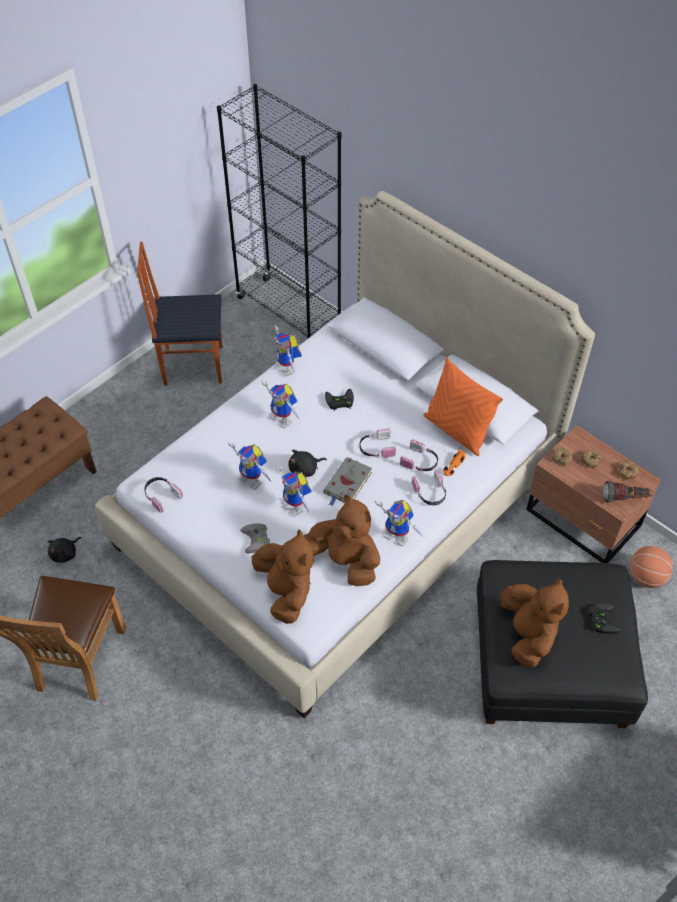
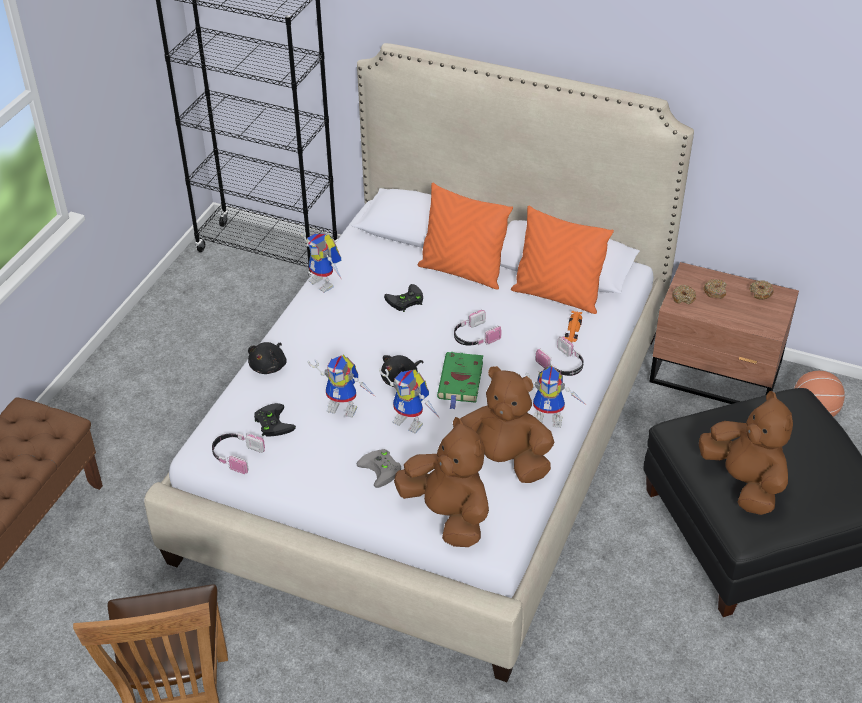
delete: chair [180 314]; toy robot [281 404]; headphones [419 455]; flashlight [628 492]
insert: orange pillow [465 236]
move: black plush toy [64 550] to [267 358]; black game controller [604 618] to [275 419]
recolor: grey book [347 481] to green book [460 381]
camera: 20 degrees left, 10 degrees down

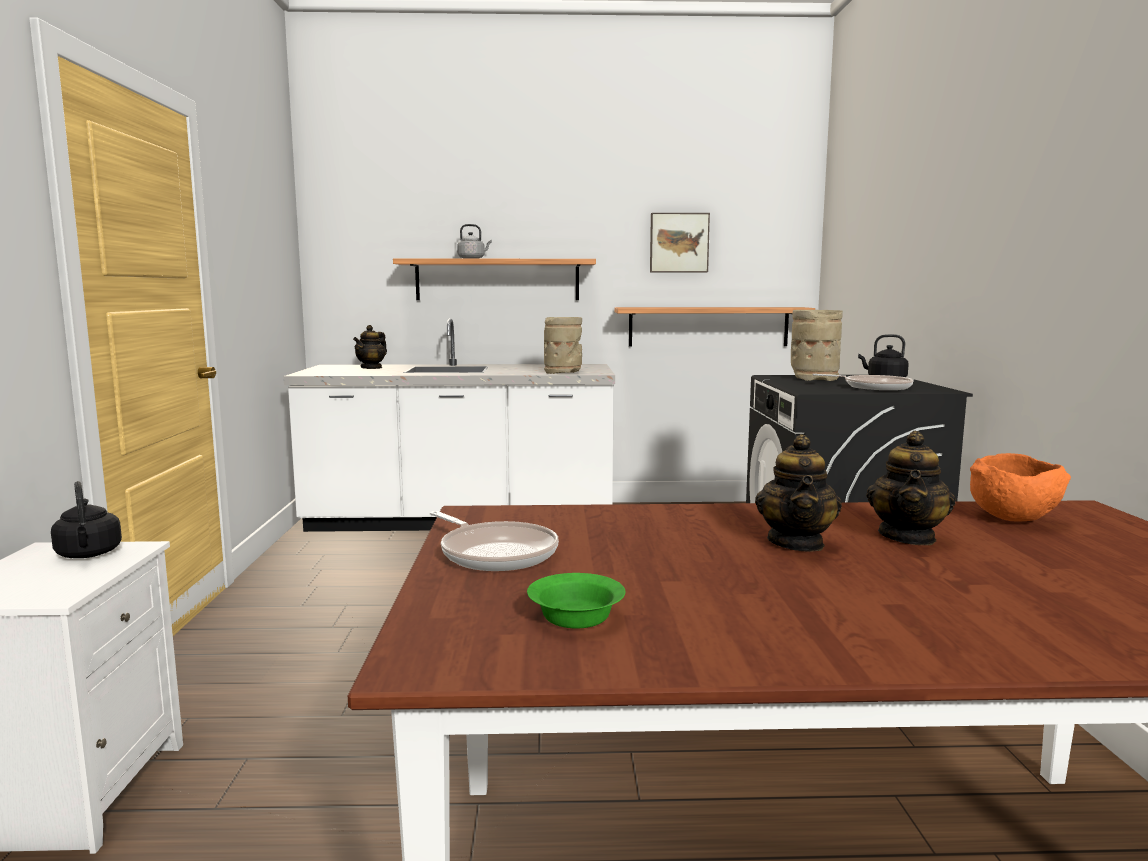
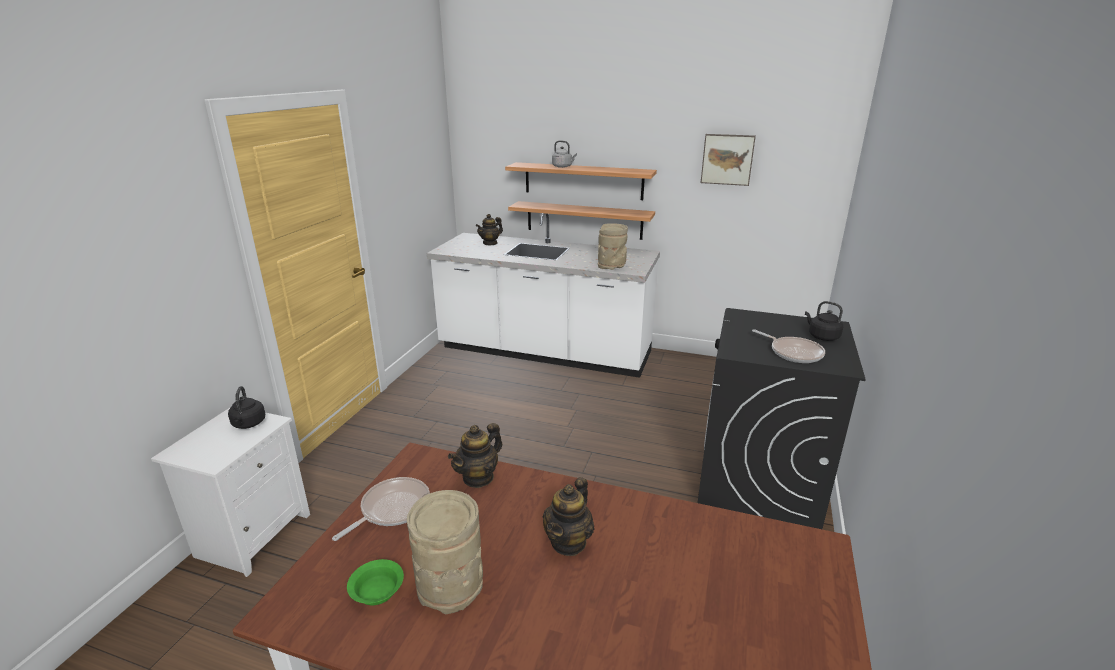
delete: orange bowl [1020 487]
move: shelf [715 327] to [581 220]; beige vase [817 345] to [445 552]; teapot [911 488] to [475 455]
rotate: frying pan [494 541] = [381 509] 120 degrees counterclockwise
camera: 20 degrees right, 15 degrees up

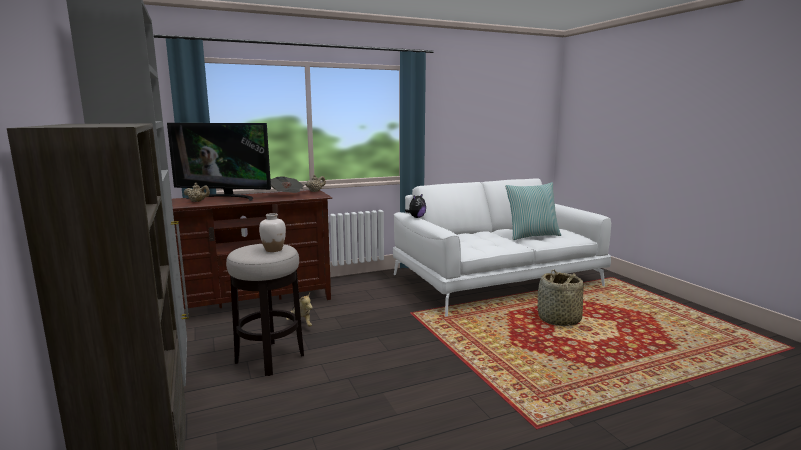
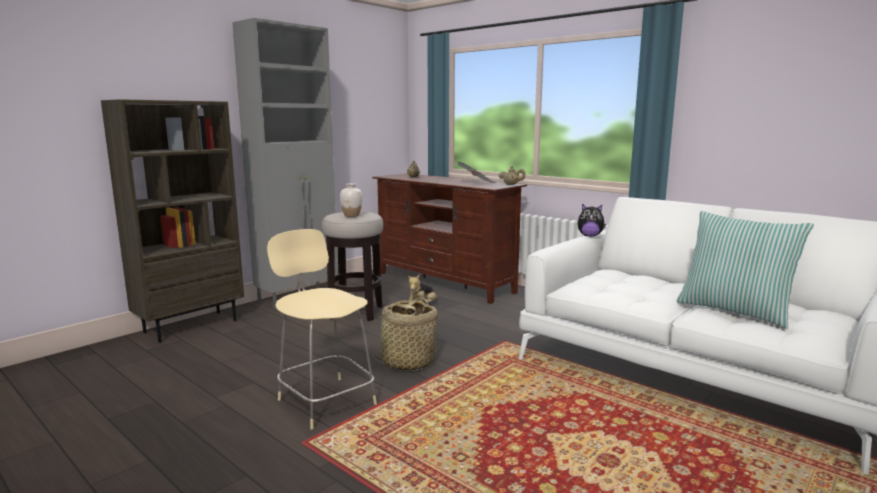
delete: television [219 162]
insert: beige stool [322 329]
move: basket [561 297] to [403 334]
camera: 65 degrees right, 0 degrees up

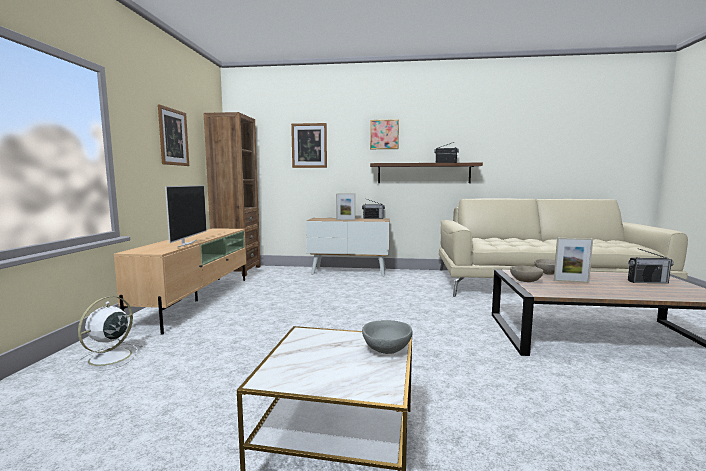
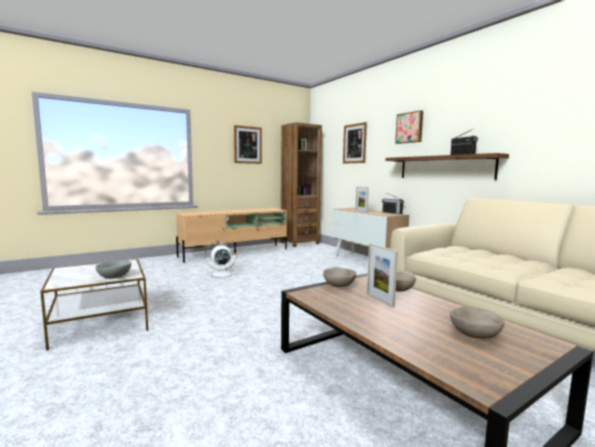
delete: television [186 216]
move: white fan [109 333] to [222 260]
replace: radio [651 265] to beige bowl [477 323]
camera: 50 degrees right, 0 degrees up

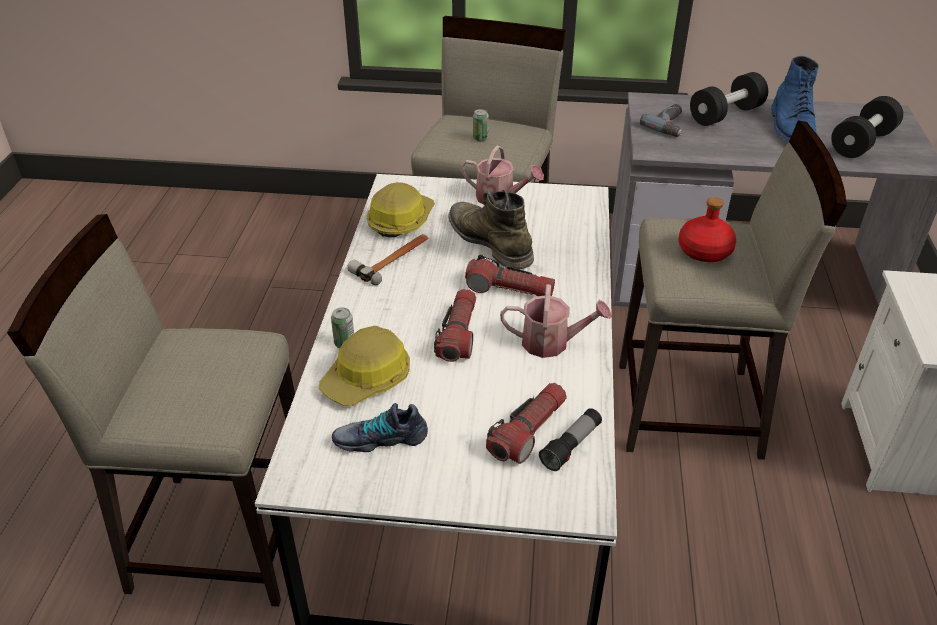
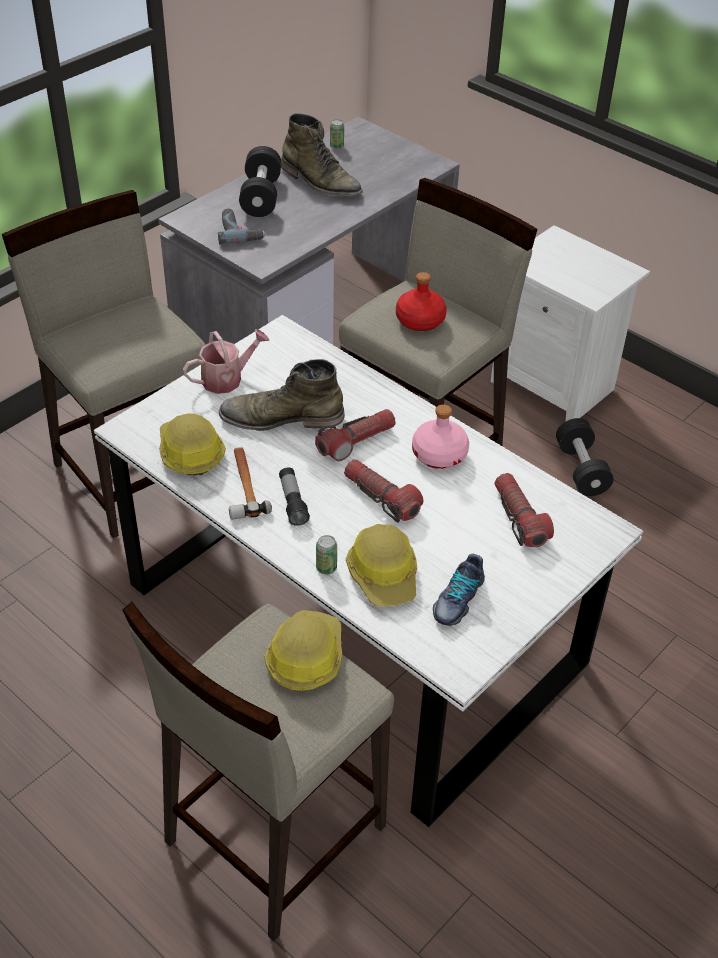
insert: hard hat [303 650]
move: can [481 125] to [337 134]; flashlight [570 439] to [294 496]; black dumbbell [867 127] to [584 457]
replace: watering can [556 321] to pink bottle [440 436]
recolor: blue boot [795 99] to green boot [322 154]
camera: 55 degrees left, 5 degrees up

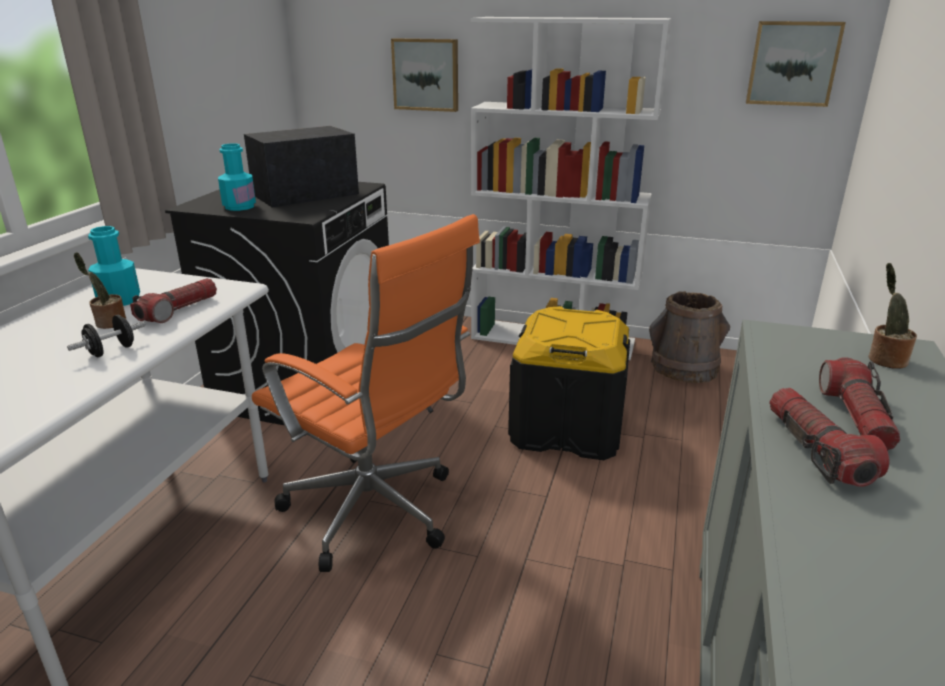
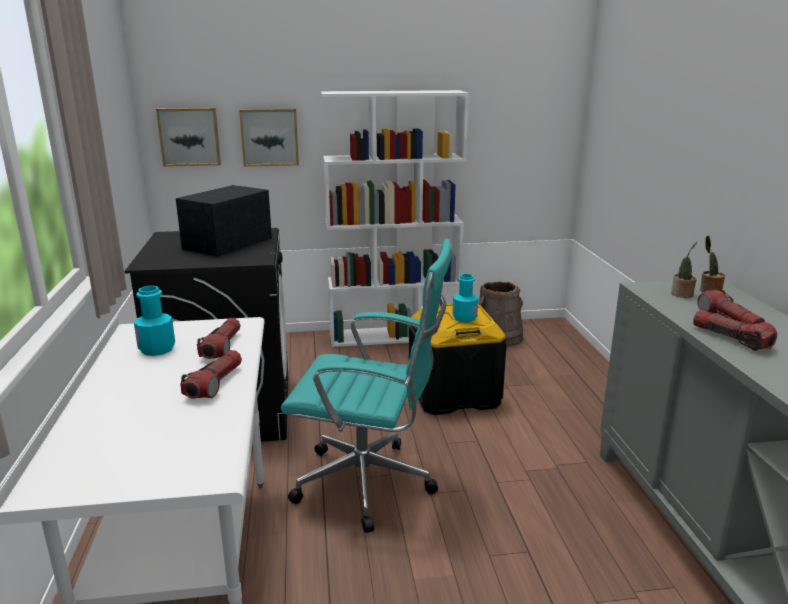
move: potted plant [100 290] to [684 270]; turquoise bottle [237 177] to [465 298]; picture [796 64] to [188 137]
replace: black dumbbell [106 336] to flashlight [211 374]
recolor: orange office chair [366 393] to turquoise office chair [366 385]
camera: 25 degrees left, 5 degrees down

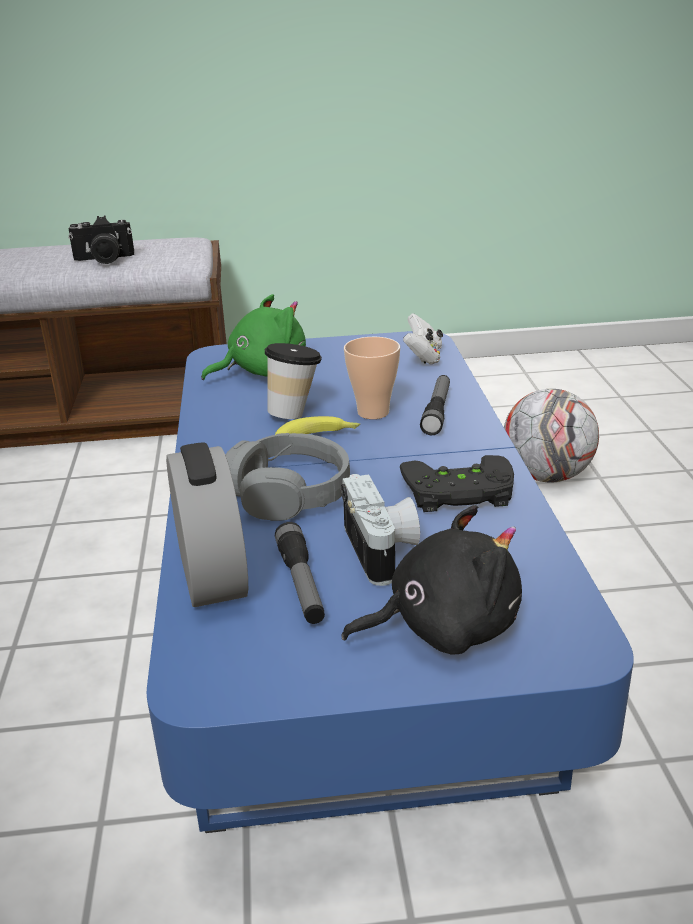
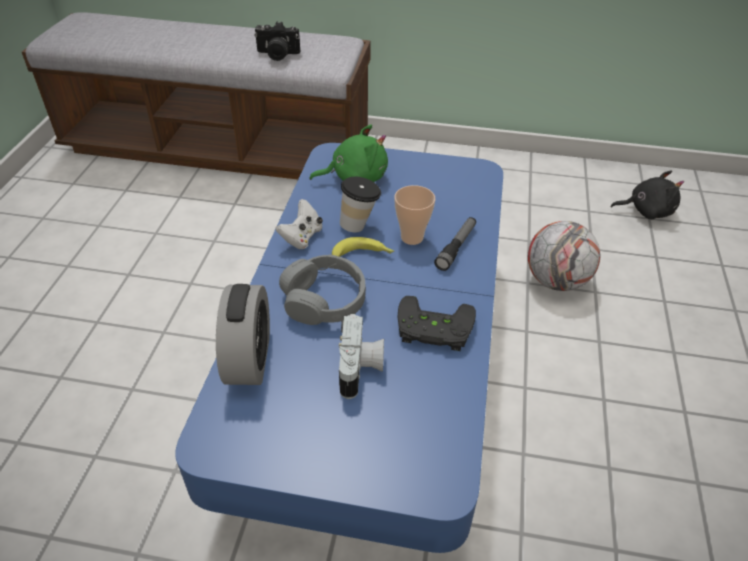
delete: flashlight [300 573]
move: black plush toy [432 579] to [647 195]; white game controller [423 339] to [299 224]
camera: 15 degrees right, 15 degrees up

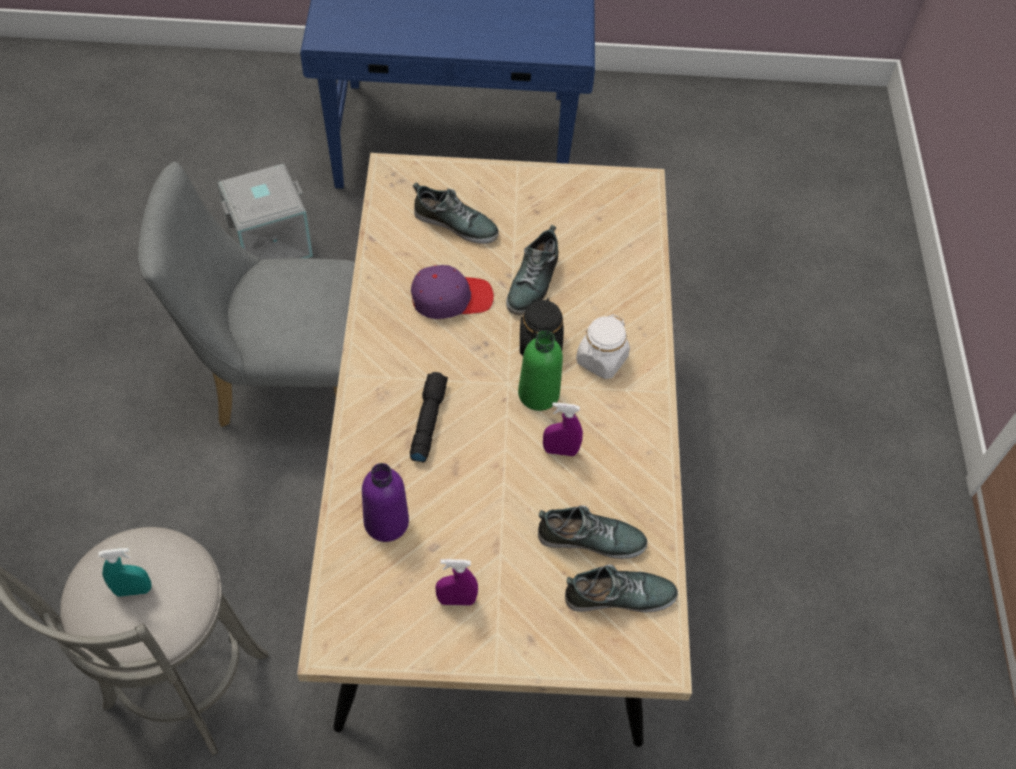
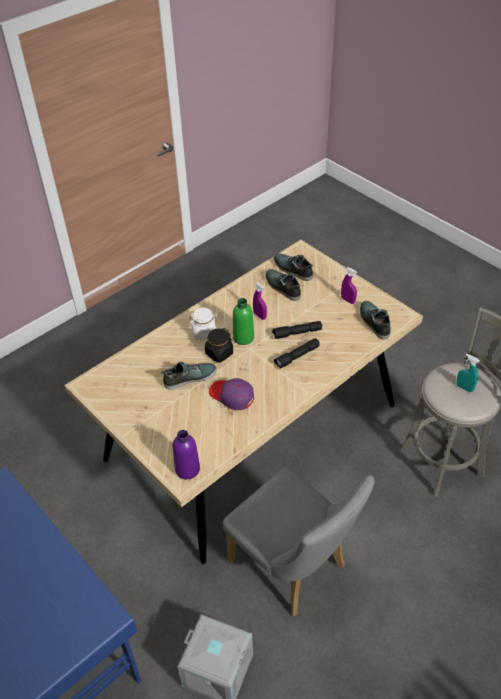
insert: black flashlight [297 330]
move: purple bottle [385 502] to [186 454]; shoe [456 213] to [375 320]
camera: 130 degrees left, 10 degrees down

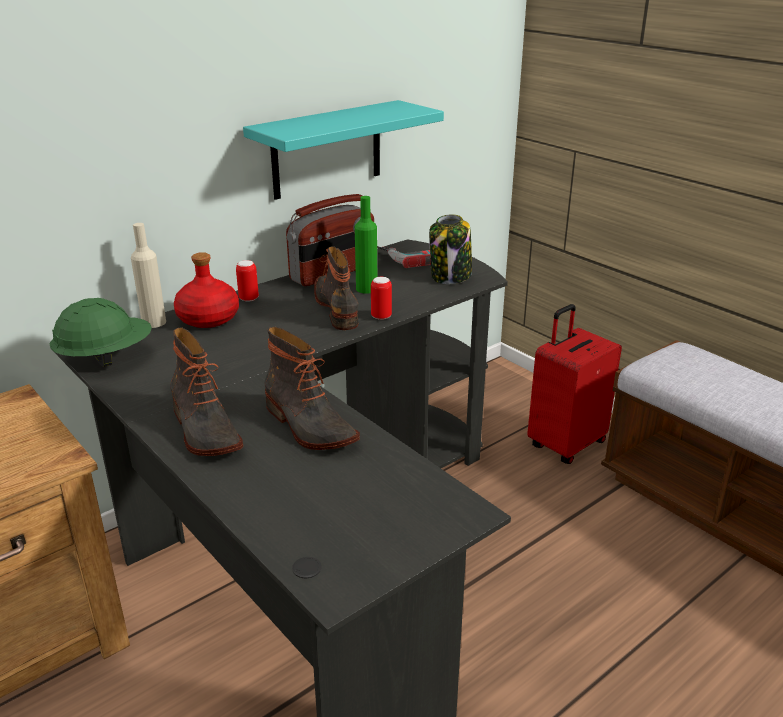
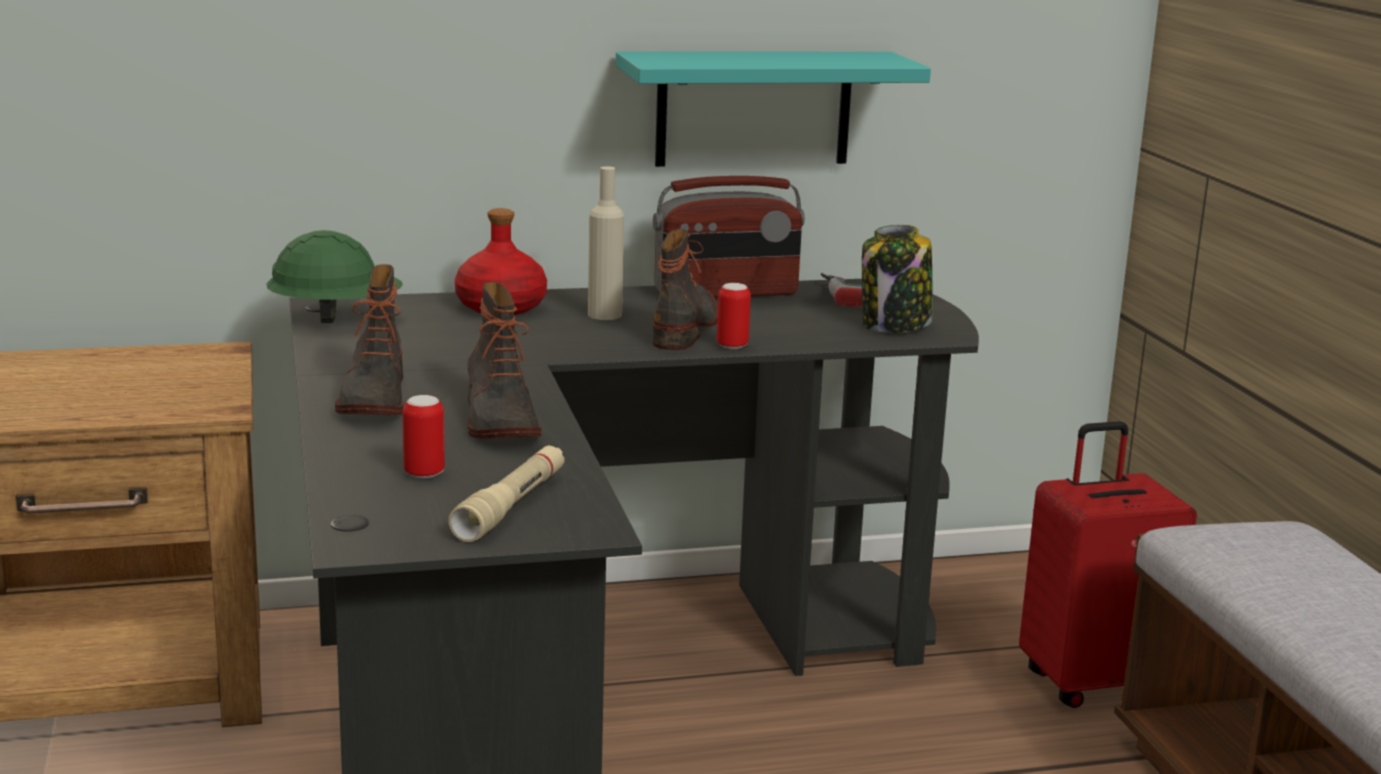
delete: green bottle [366 245]
insert: beige flashlight [506 493]
move: beige bottle [148 275] to [606 243]; can [247 281] to [423 437]
camera: 25 degrees right, 10 degrees down

